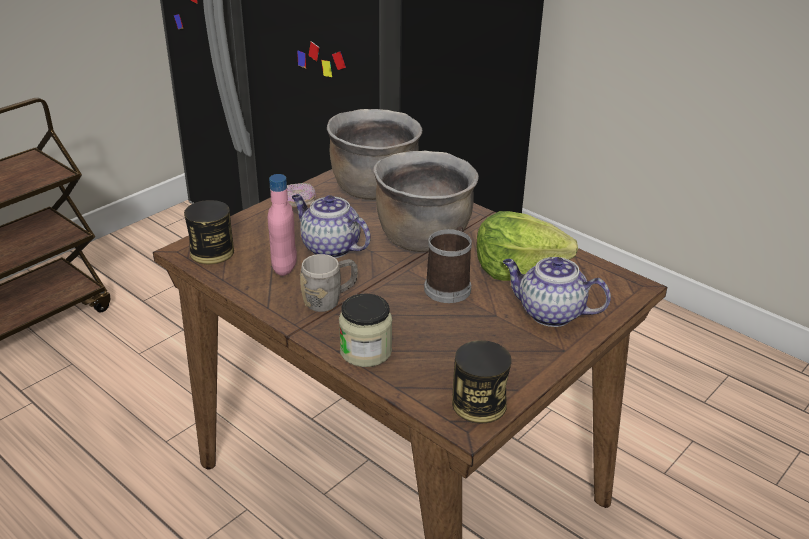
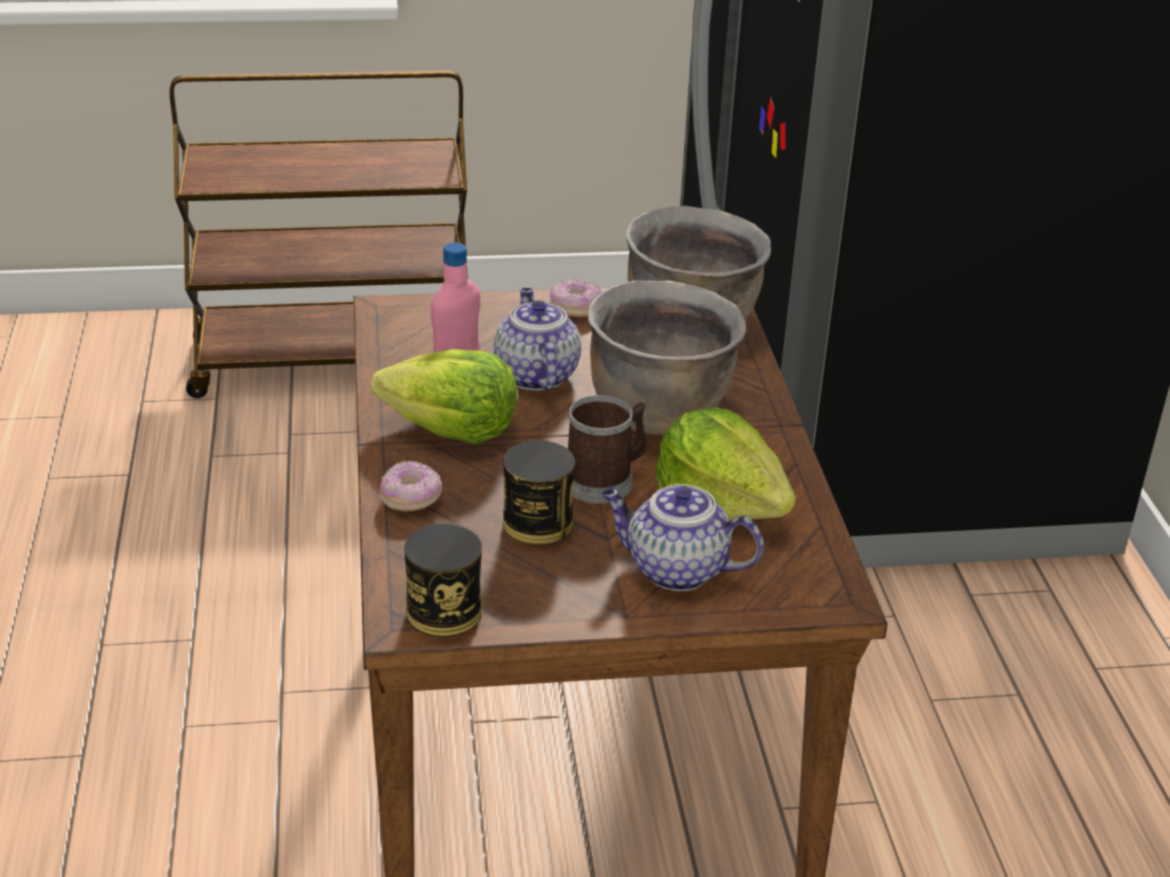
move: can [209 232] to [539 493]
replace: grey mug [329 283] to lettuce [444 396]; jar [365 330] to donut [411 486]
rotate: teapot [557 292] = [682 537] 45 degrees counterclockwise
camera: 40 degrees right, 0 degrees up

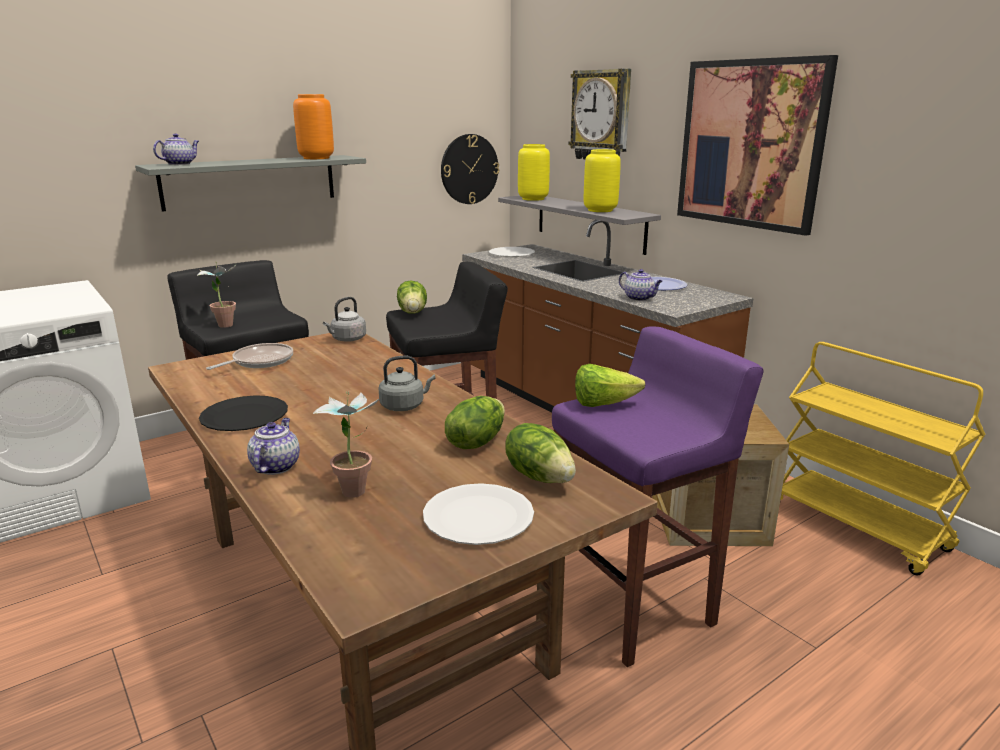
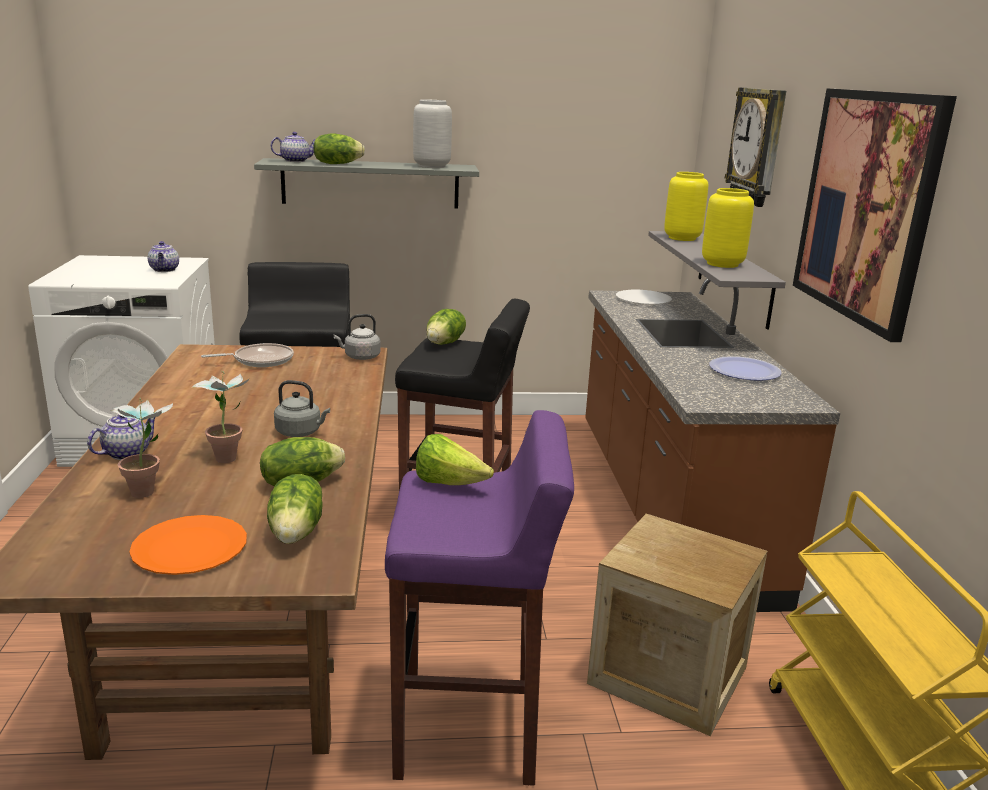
delete: black plate [243 413]; wall clock [470 169]
insert: lettuce [339 149]
move: potted plant [216 294] to [220 417]; teapot [641 285] to [163 256]
recolor: orange vase [313 126] to grey vase [432 133]; white plate [478 514] to orange plate [188 545]
camera: 30 degrees right, 0 degrees up

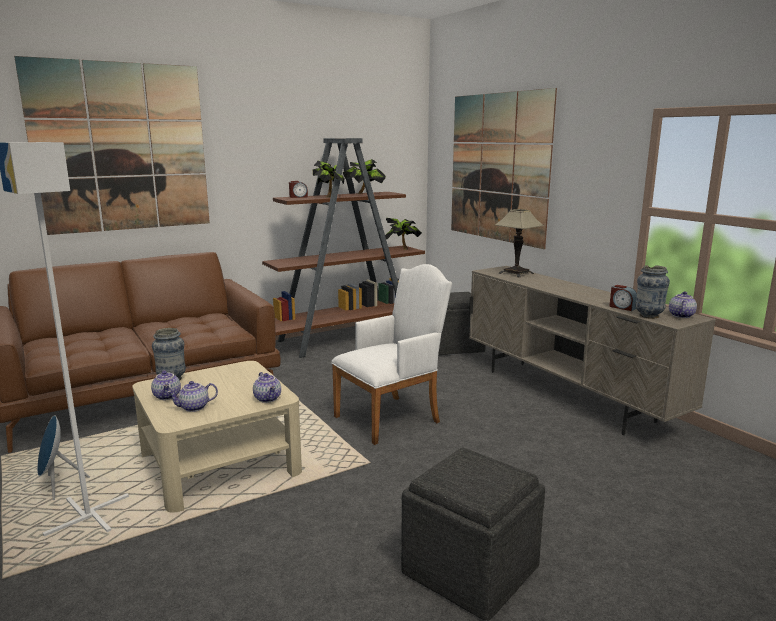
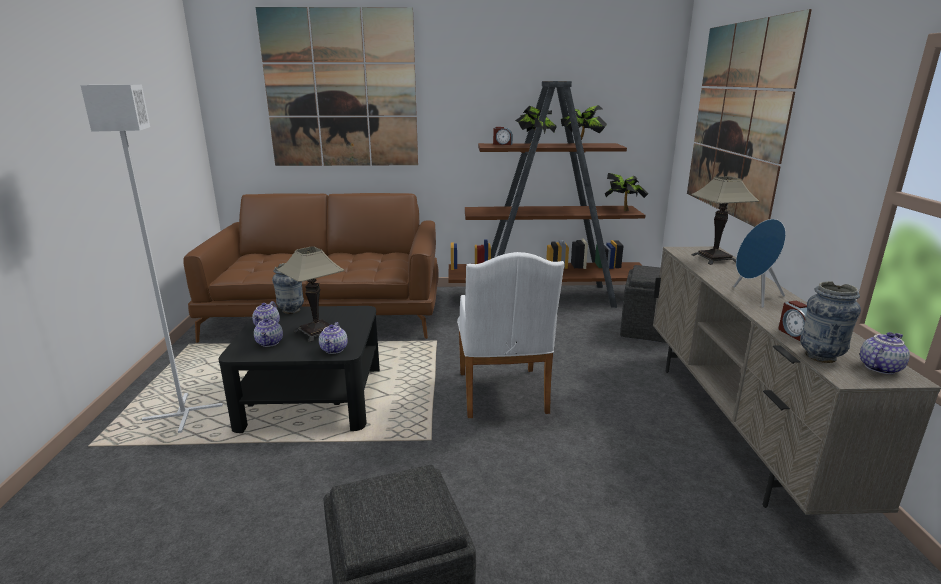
insert: table lamp [310 294]
move: blue speaker [63 457] to [759 263]
recolor: beige coffee table [217 437] to black coffee table [299 369]
rotate: teapot [192 396] = [268 331] 105 degrees counterclockwise; white armchair [391 354] = [510 335] 90 degrees clockwise
camera: 30 degrees right, 5 degrees up

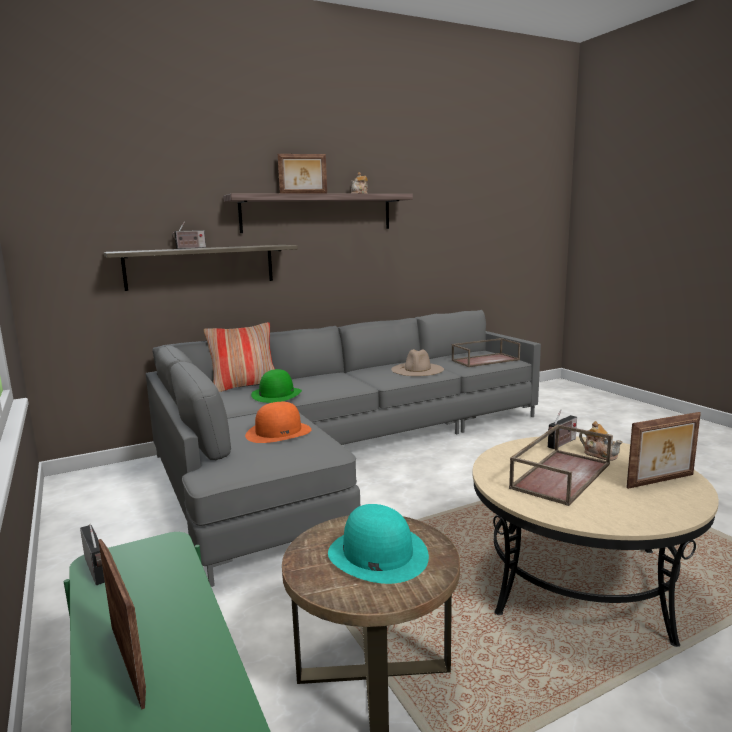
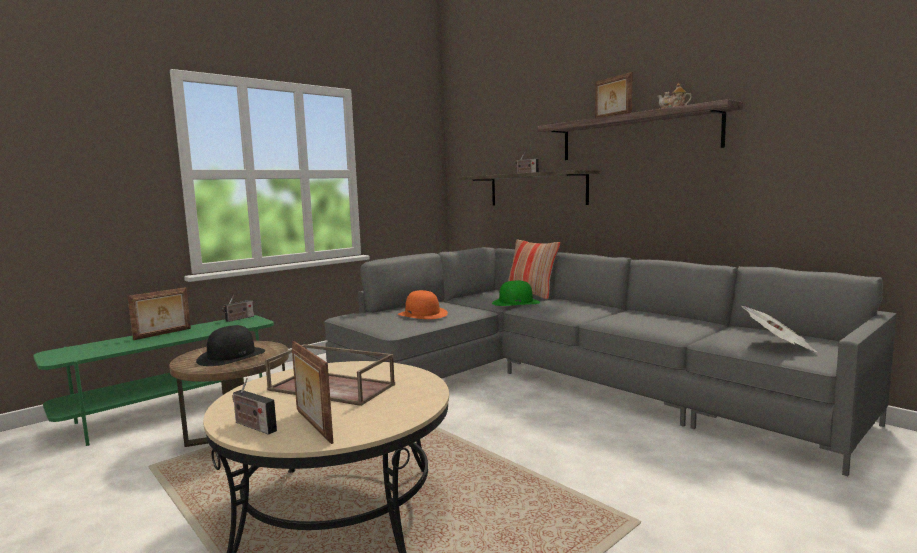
delete: beige hat [417 362]; teapot [600 441]
move: radio [562 429] to [255 406]
replace: brown tray [485 352] to newspaper [779 329]
recolor: turquoise hat [378 544] to black hat [230 345]
camera: 75 degrees right, 5 degrees down

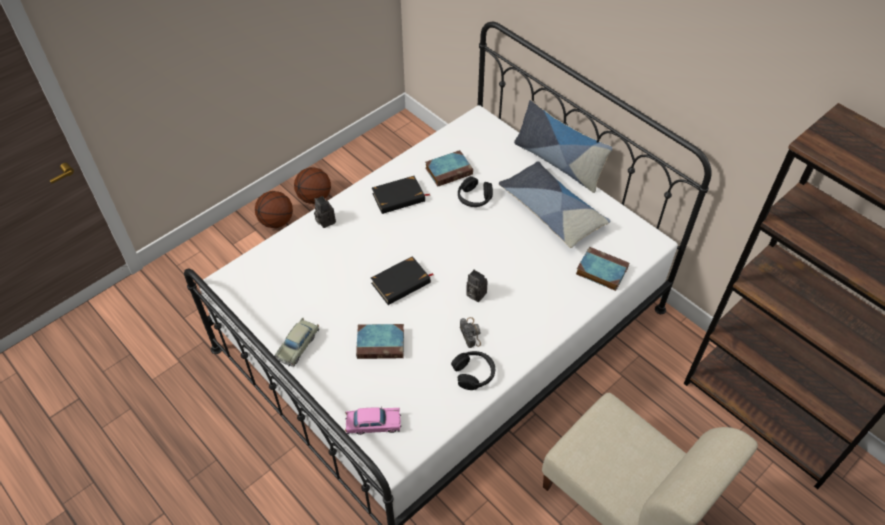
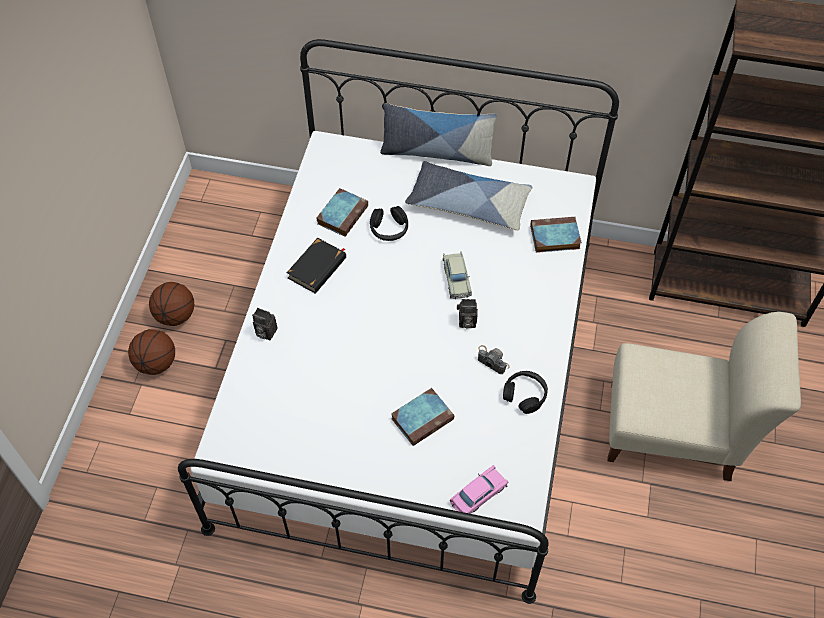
delete: black book [402 280]
move: beige toy car [296 342] to [457 275]
camera: 35 degrees left, 5 degrees up

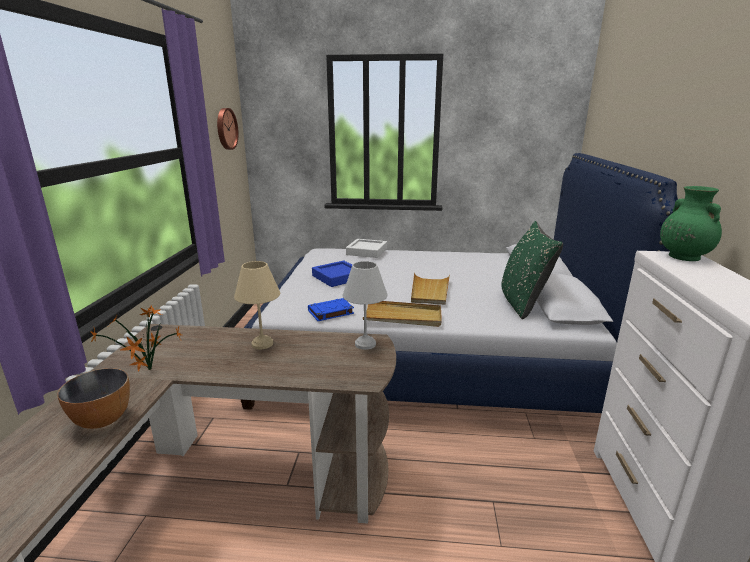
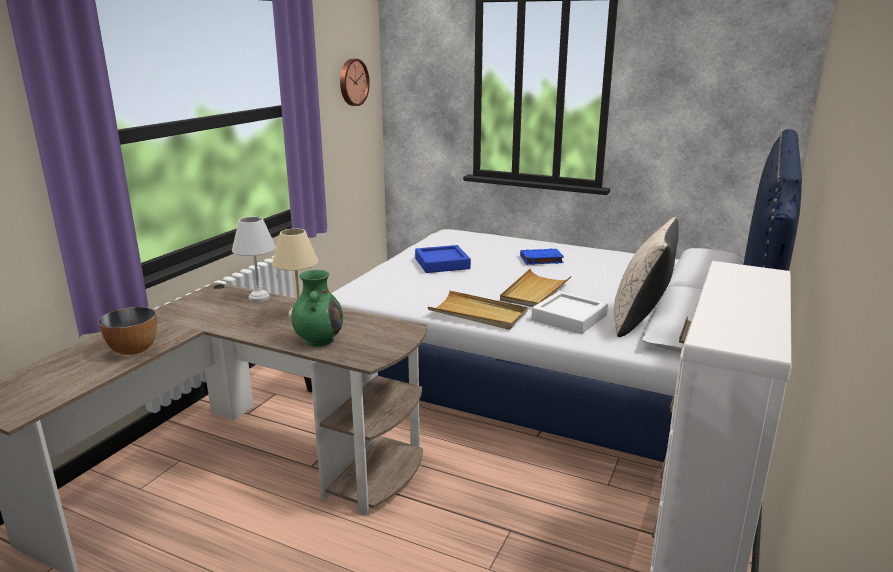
delete: potted plant [136 339]
move: blue book [331 309] to [542 257]; white table lamp [365 305] to [254 259]; white tray [366 248] to [569 312]; green vase [691 223] to [317 308]
recolor: green pillow [532 270] to beige pillow [646 277]
camera: 20 degrees right, 0 degrees up

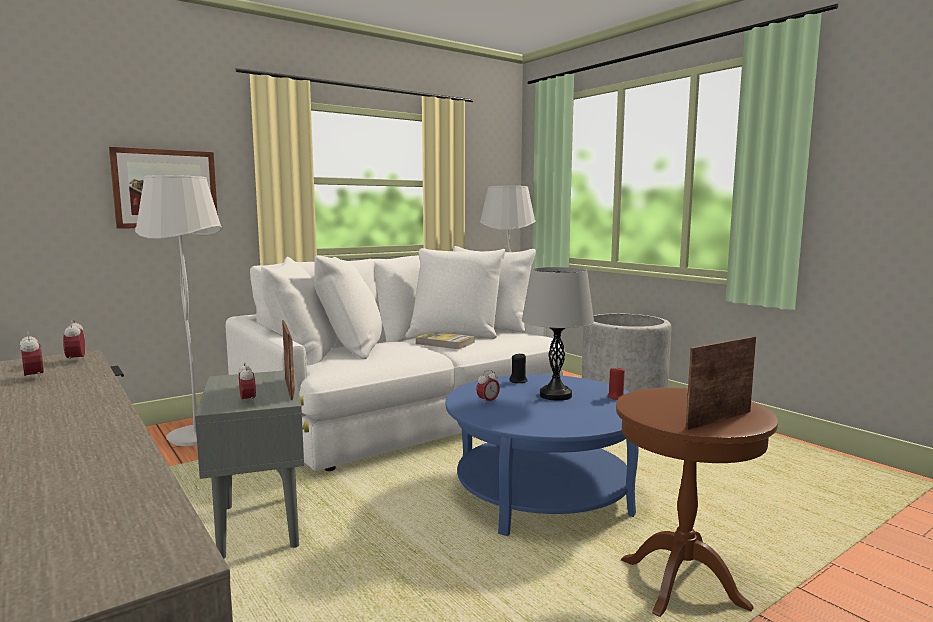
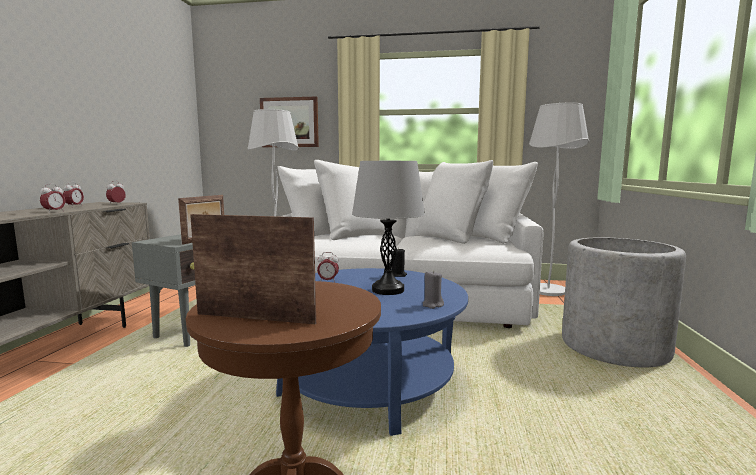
delete: book [445 340]
move: alarm clock [247 383] to [52 198]
recolor: red candle [616 383] to grey candle [433 289]
camera: 45 degrees right, 0 degrees up

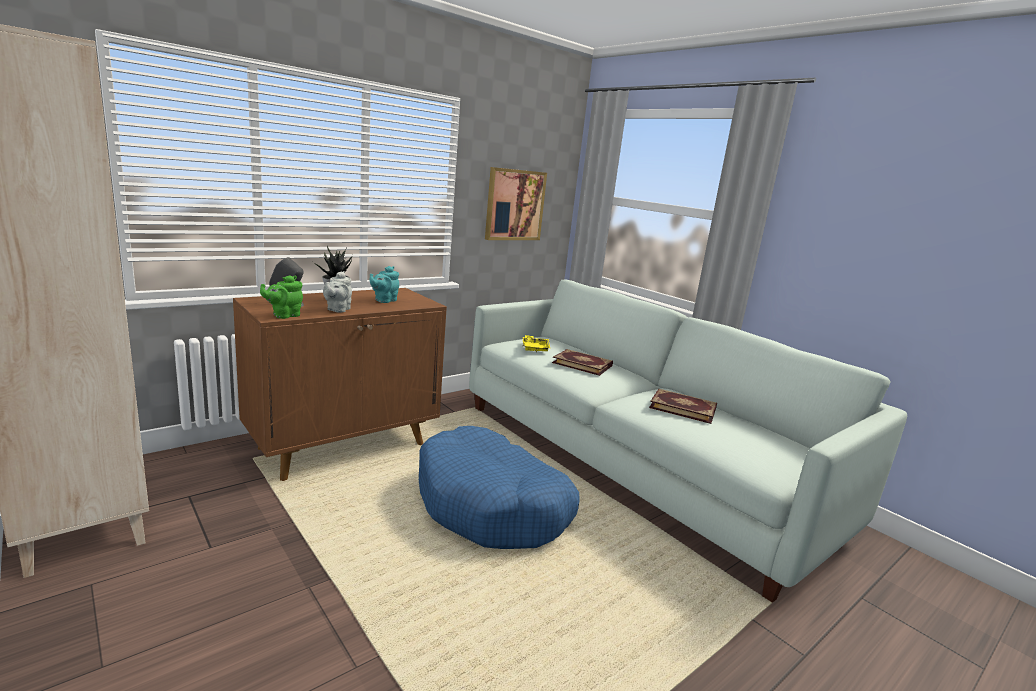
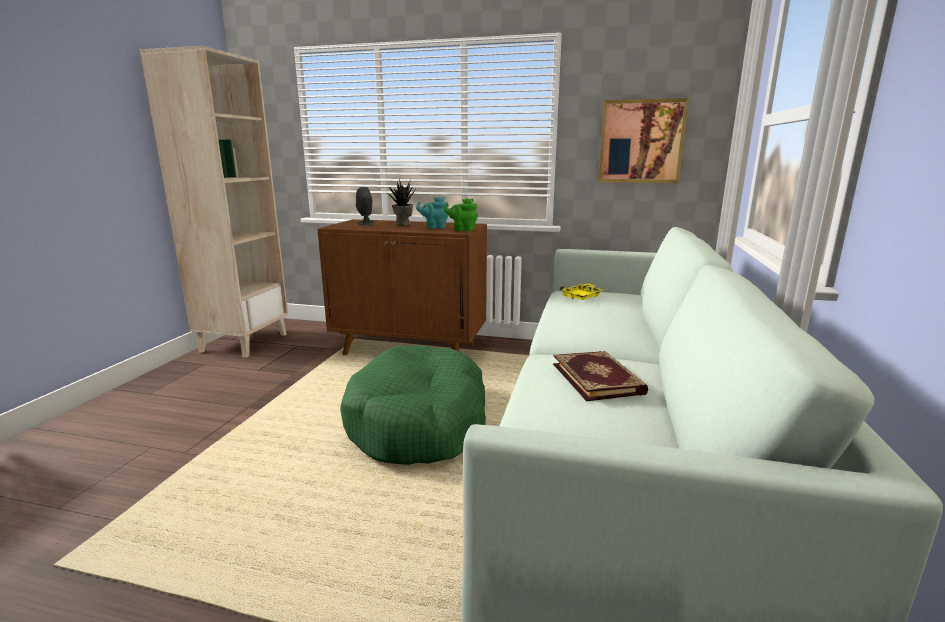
delete: grey teapot [337 292]; book [582 362]
move: green teapot [281 297] to [461 214]
recolor: blue dog bed [499 487] to green dog bed [413 405]
camera: 55 degrees right, 0 degrees up

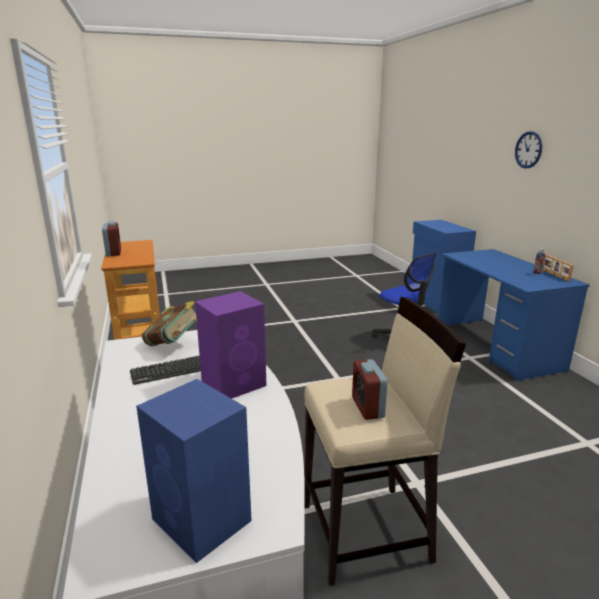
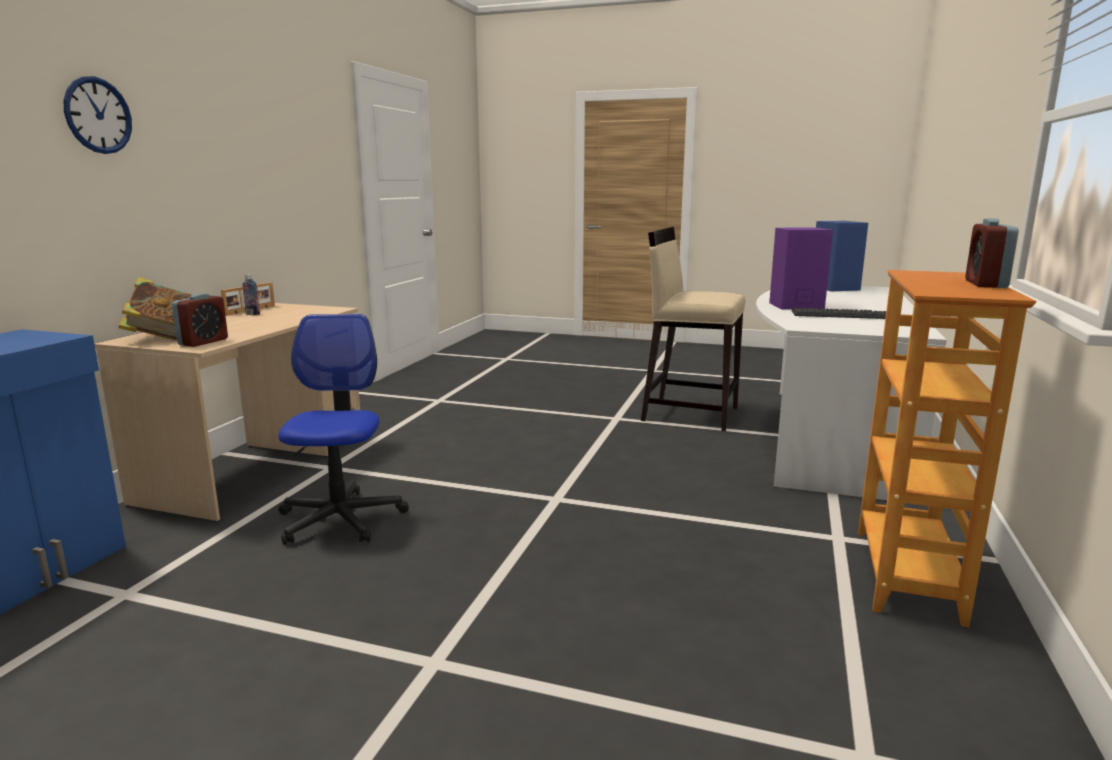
move: book [169 323] to [155 309]; alarm clock [370 389] to [200 320]
recolor: blue desk [514 315] to beige desk [227 412]
camera: 145 degrees left, 5 degrees down

